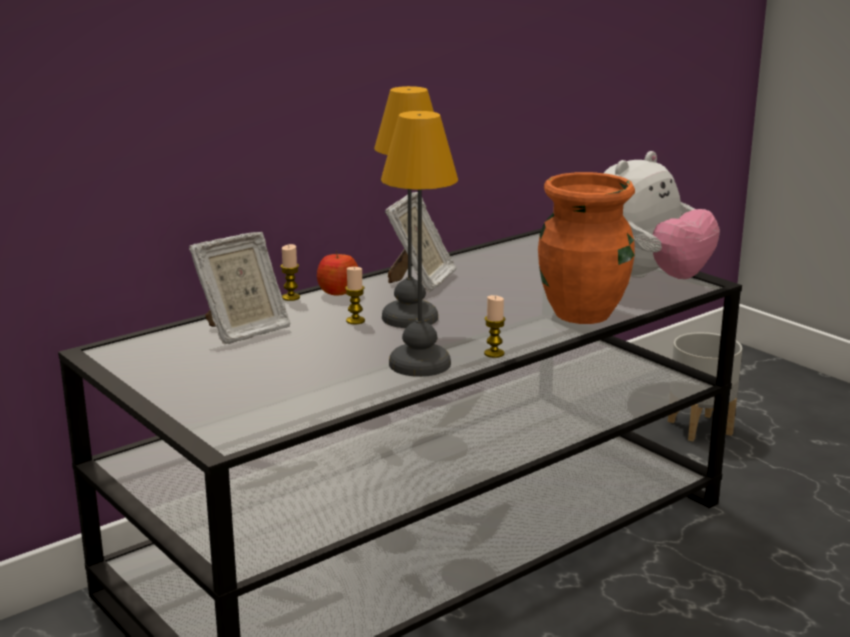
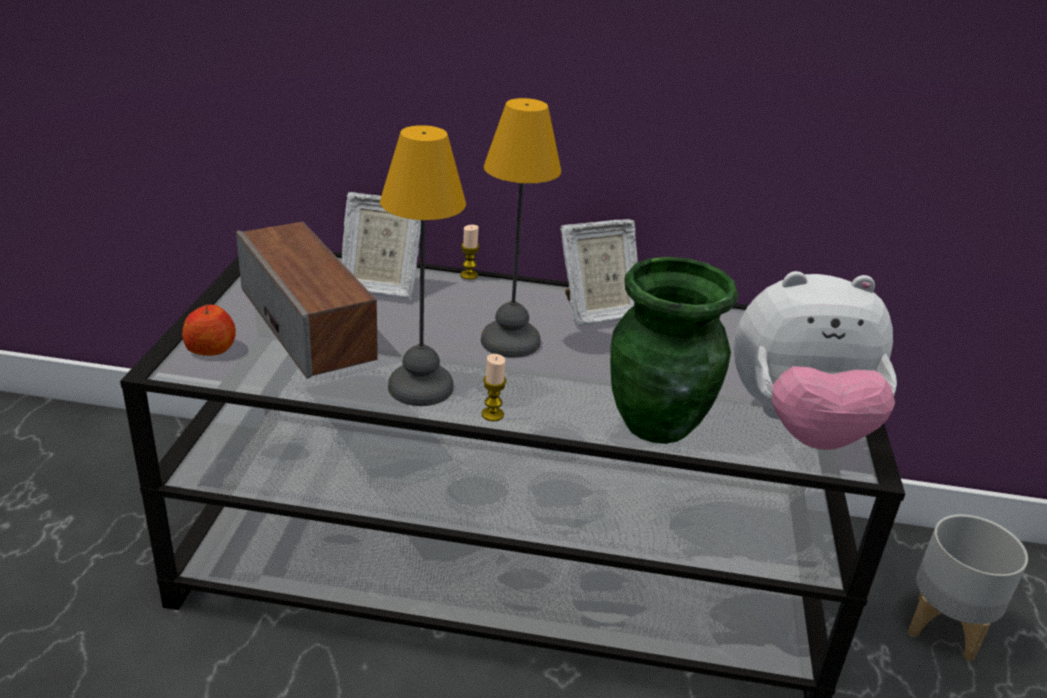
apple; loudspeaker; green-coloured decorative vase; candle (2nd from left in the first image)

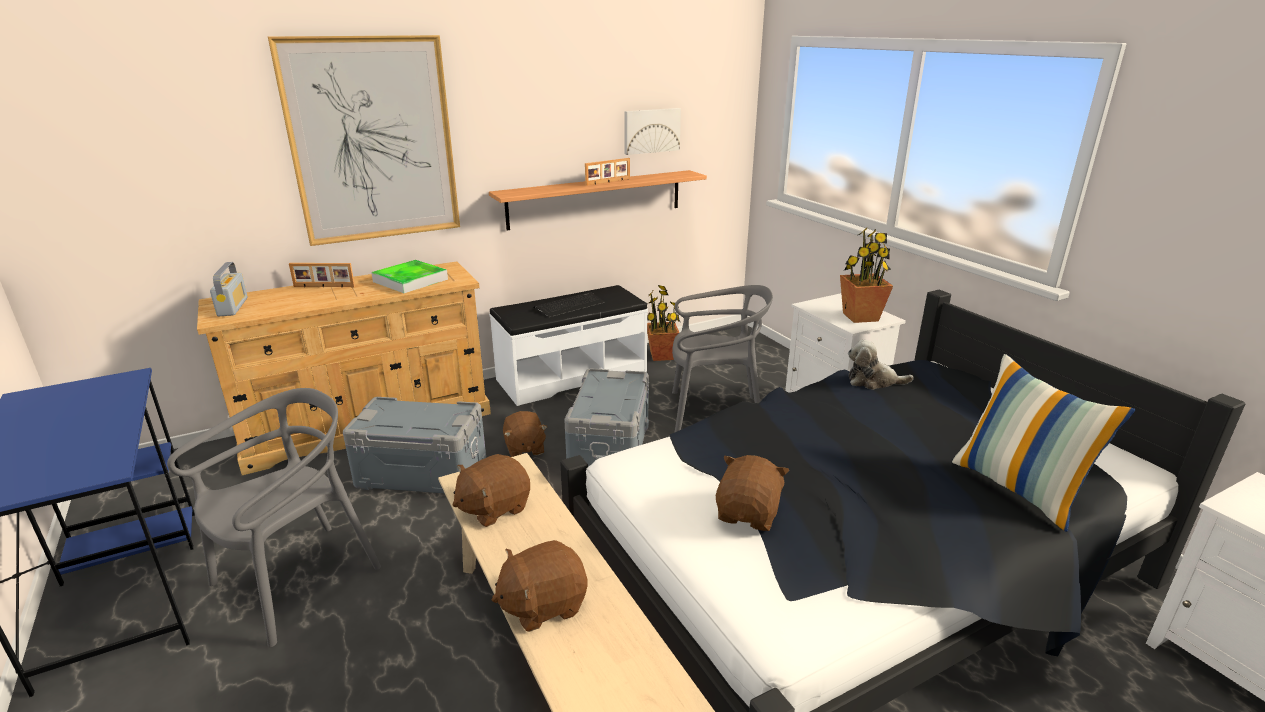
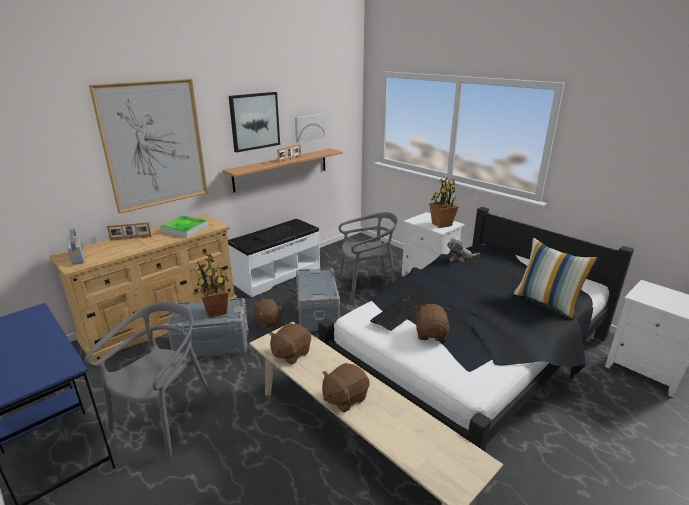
potted plant (1st from left); wall art (2nd from left); keyboard (2nd from left)

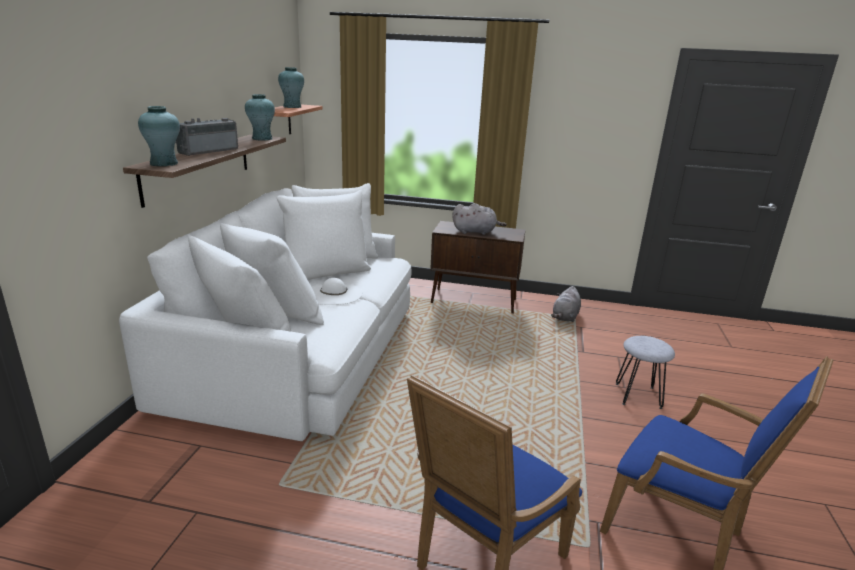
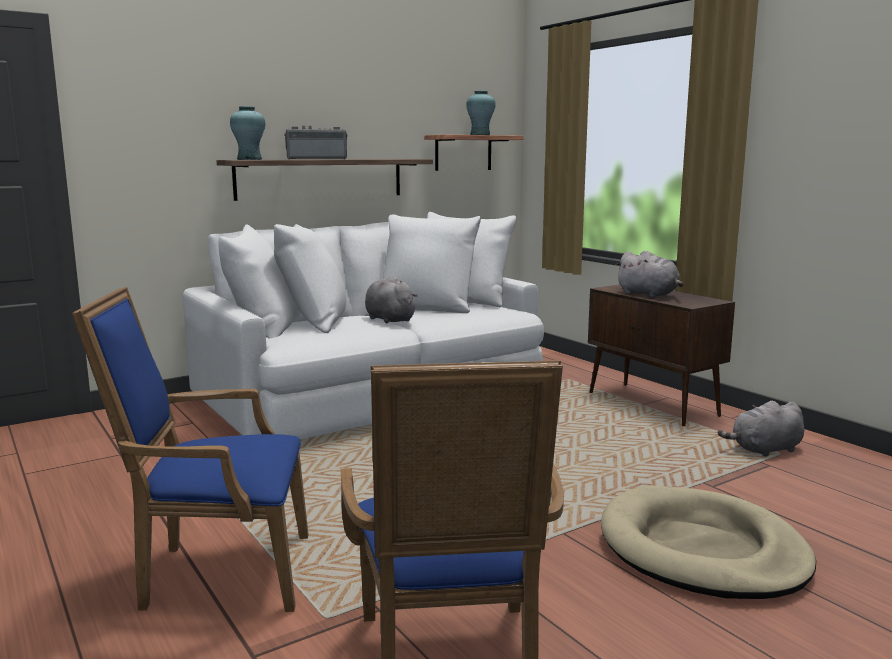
grey plush toy (1st from left); sand-coloured dog cushion; turquoise decorative vase (2nd from left in the first image)

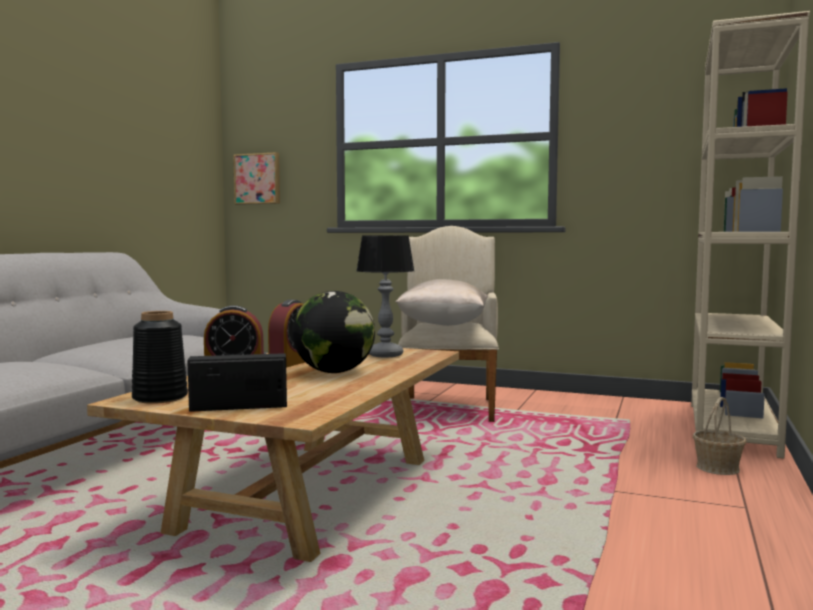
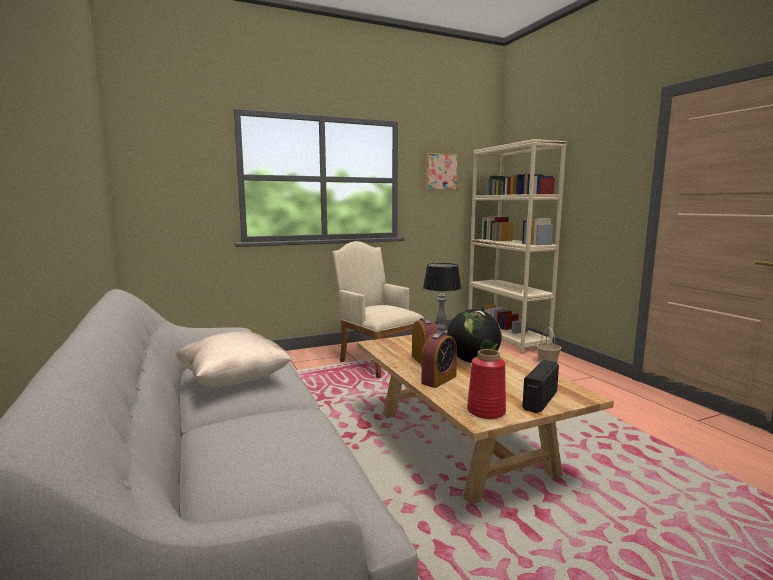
sand-coloured throw pillow; wall art; reddish decorative vase

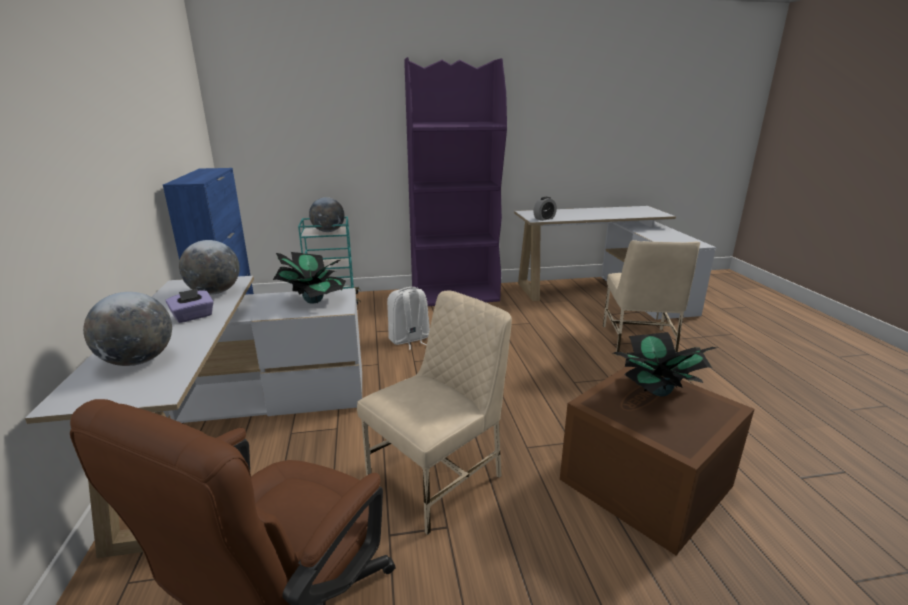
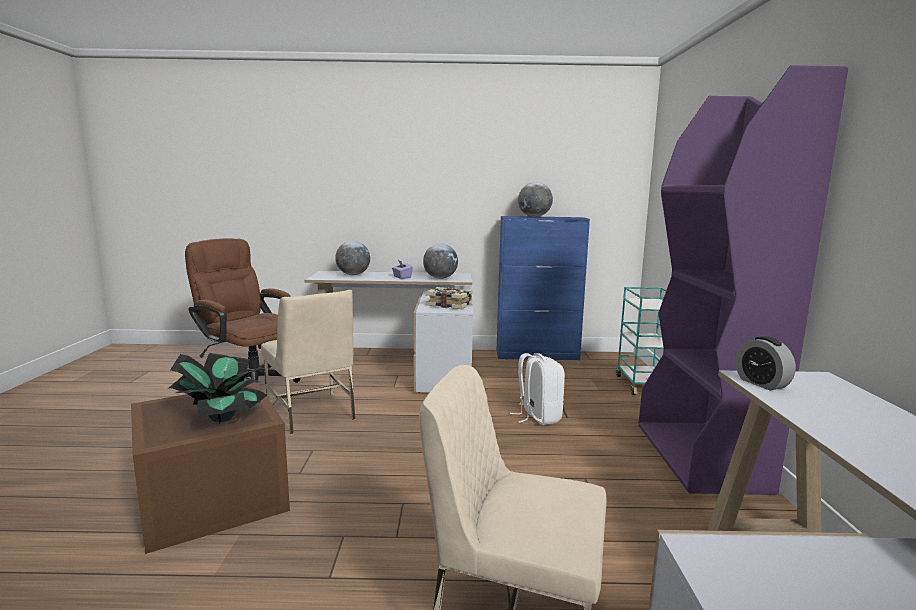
book; desk globe (3rd from left)

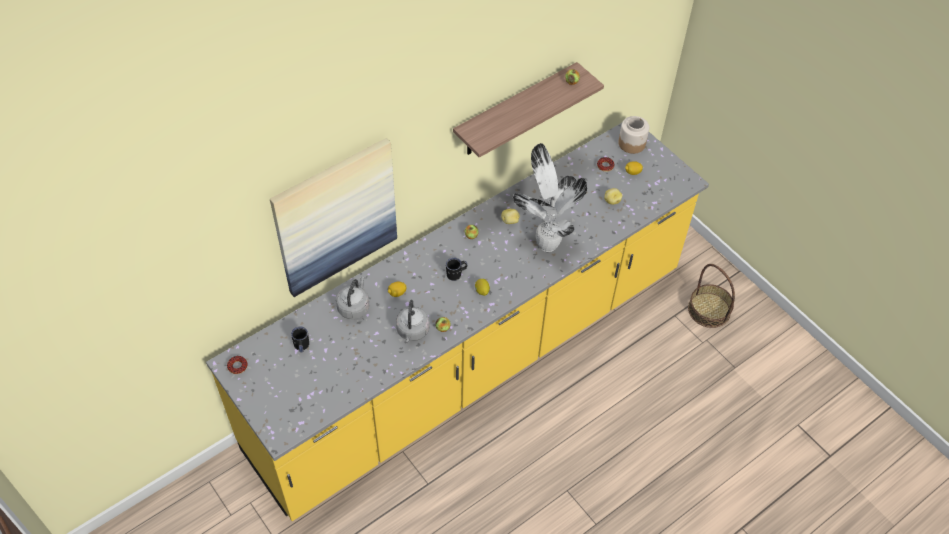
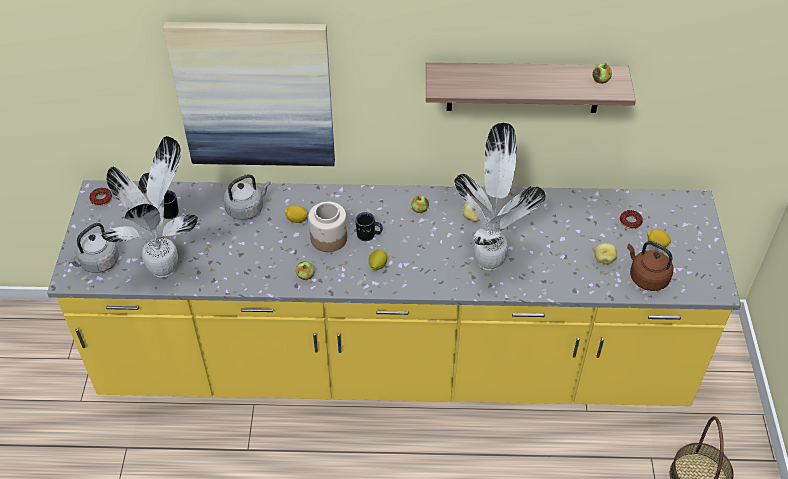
grey kettle (1st from left); potted plant (1st from left); storage jar; brown-coloured kettle

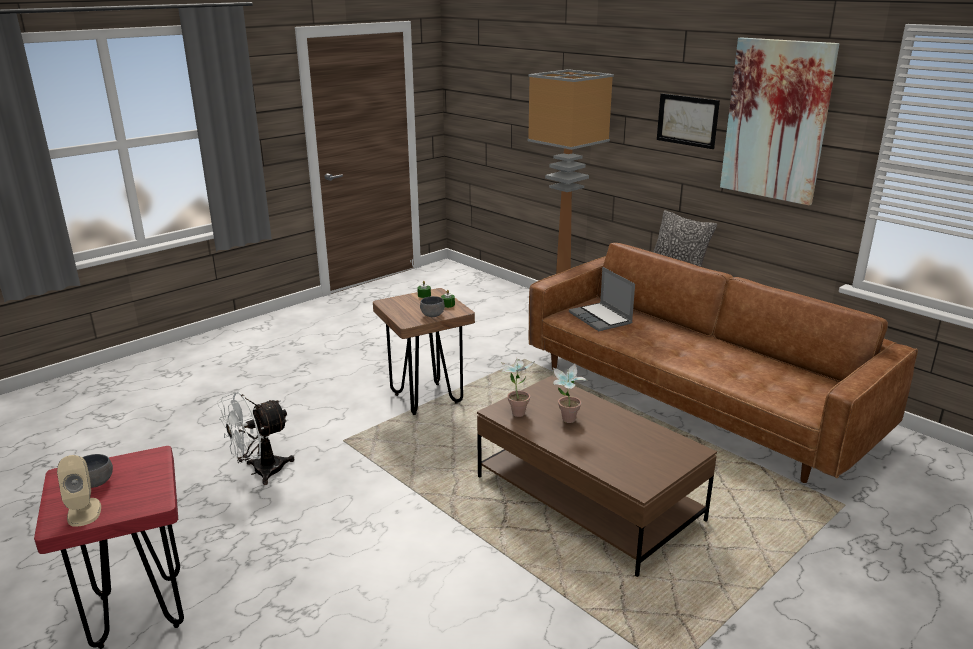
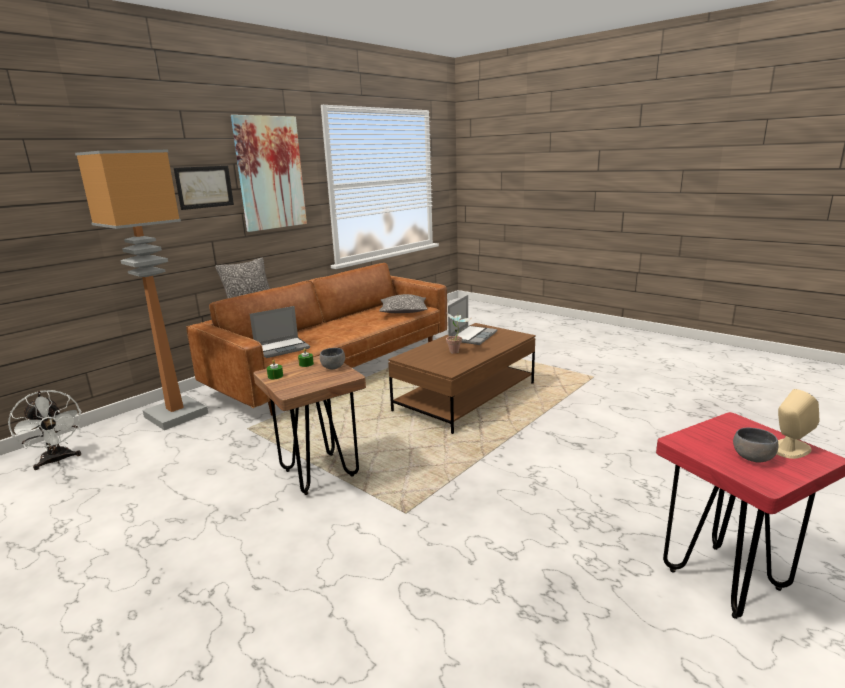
white fan; throw pillow (2nd from left); notebook computer (2nd from left); potted plant (1st from left in the first image)

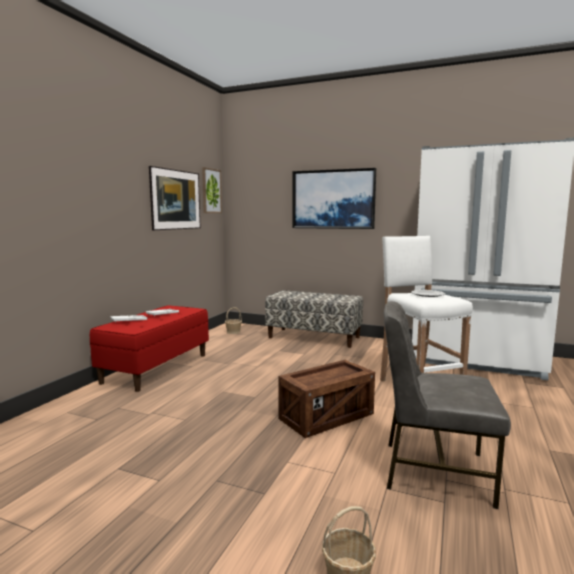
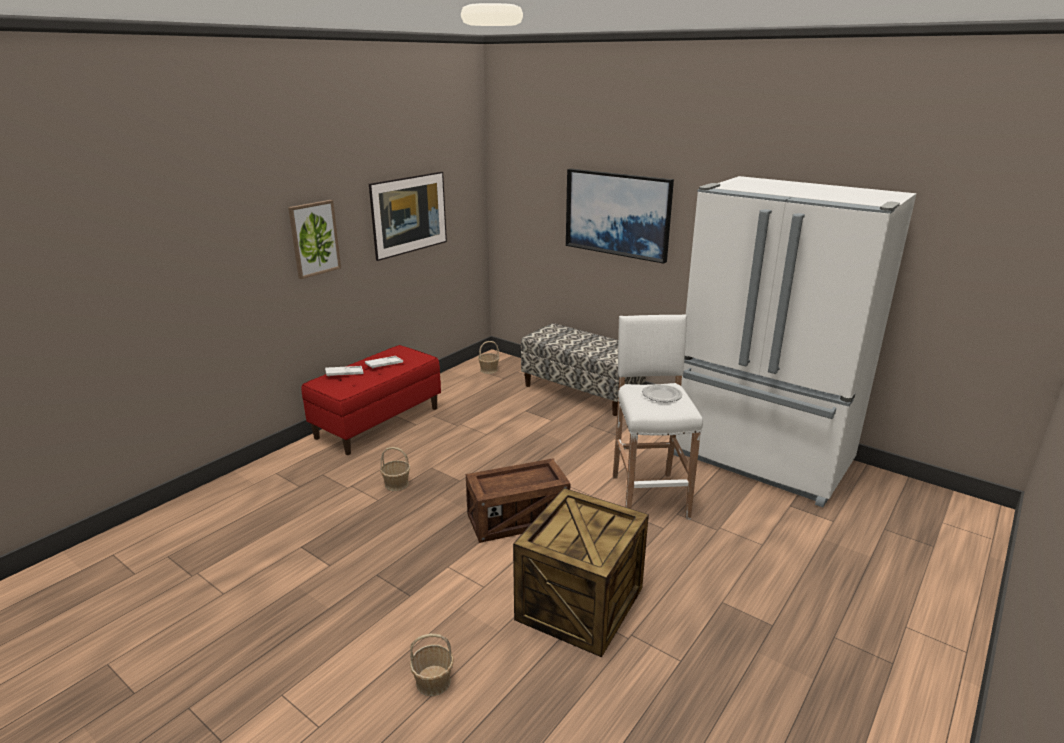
wall art (1st from left); basket (1st from left); crate (2nd from left)

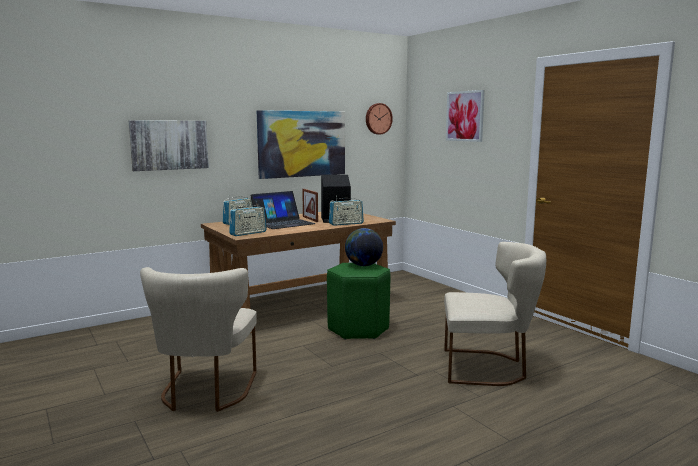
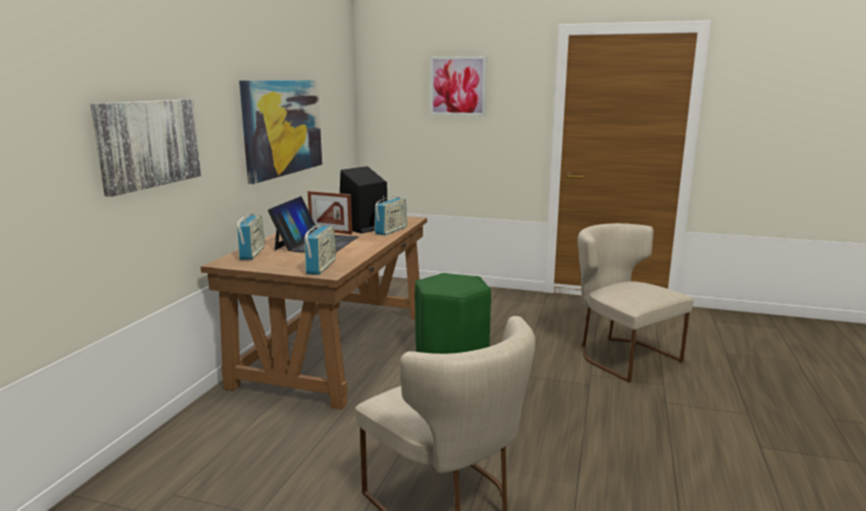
sand-coloured plain chair (2nd from left); desk globe; hanging clock

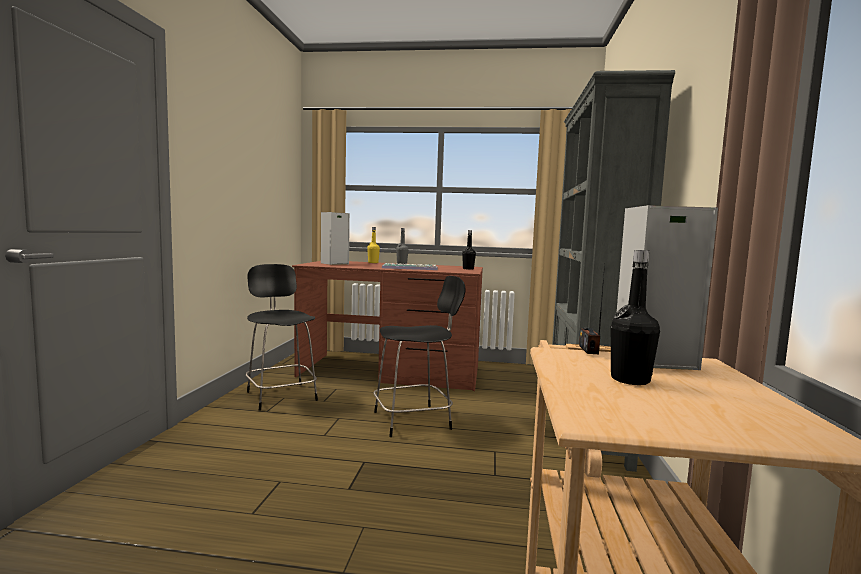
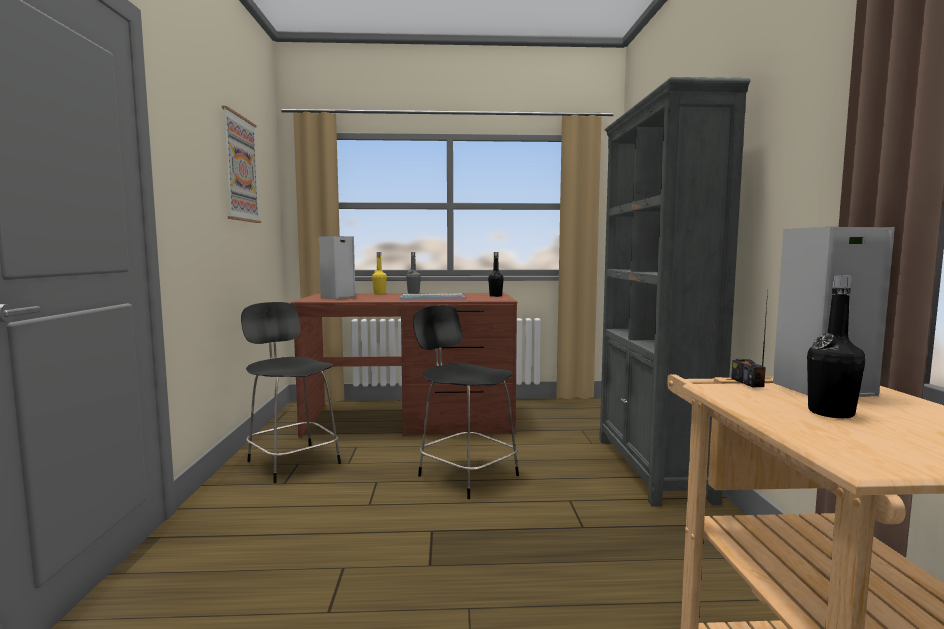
wall art; black plain chair (2nd from left)

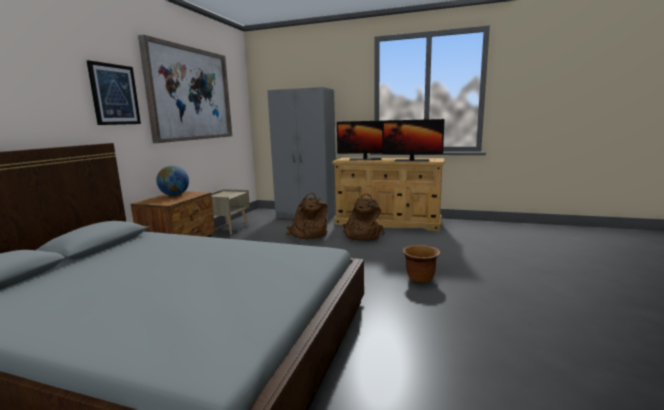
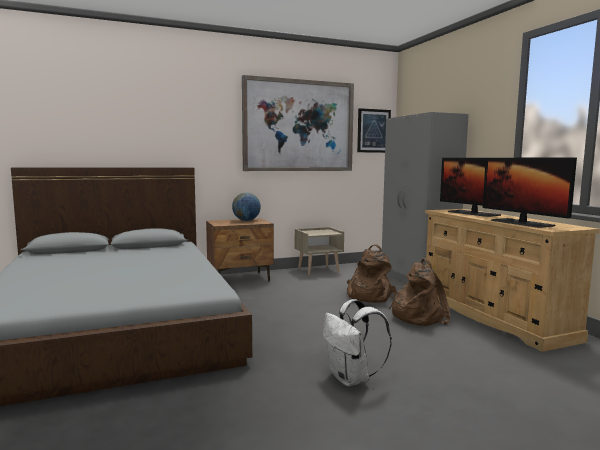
white knapsack; wall art (2nd from left)

